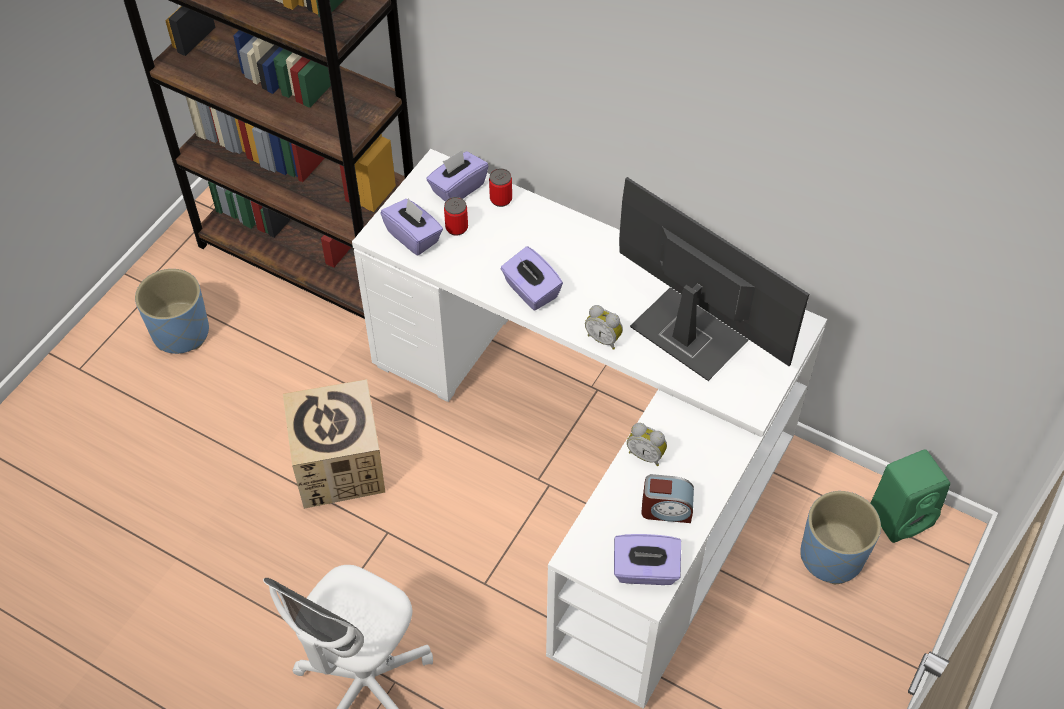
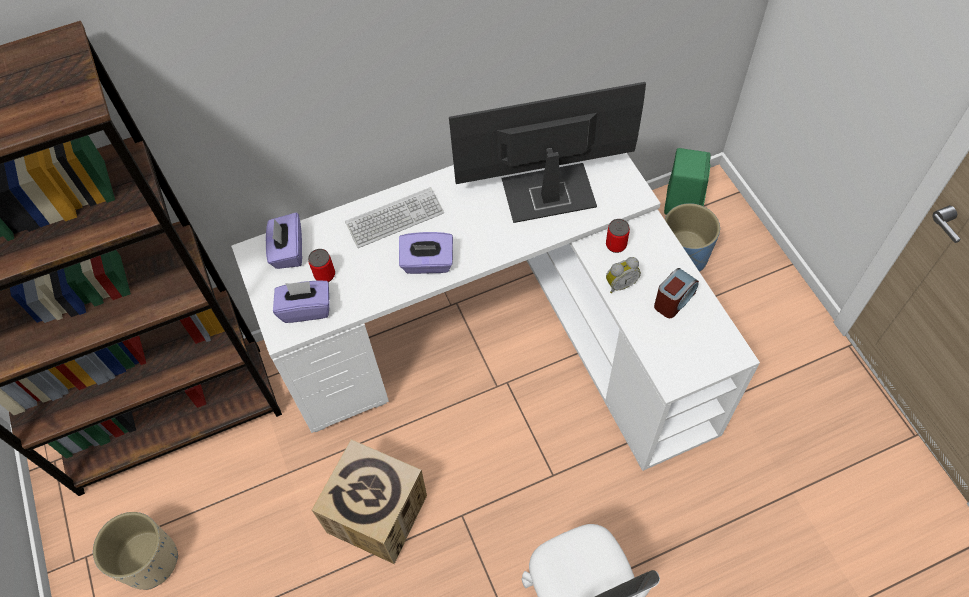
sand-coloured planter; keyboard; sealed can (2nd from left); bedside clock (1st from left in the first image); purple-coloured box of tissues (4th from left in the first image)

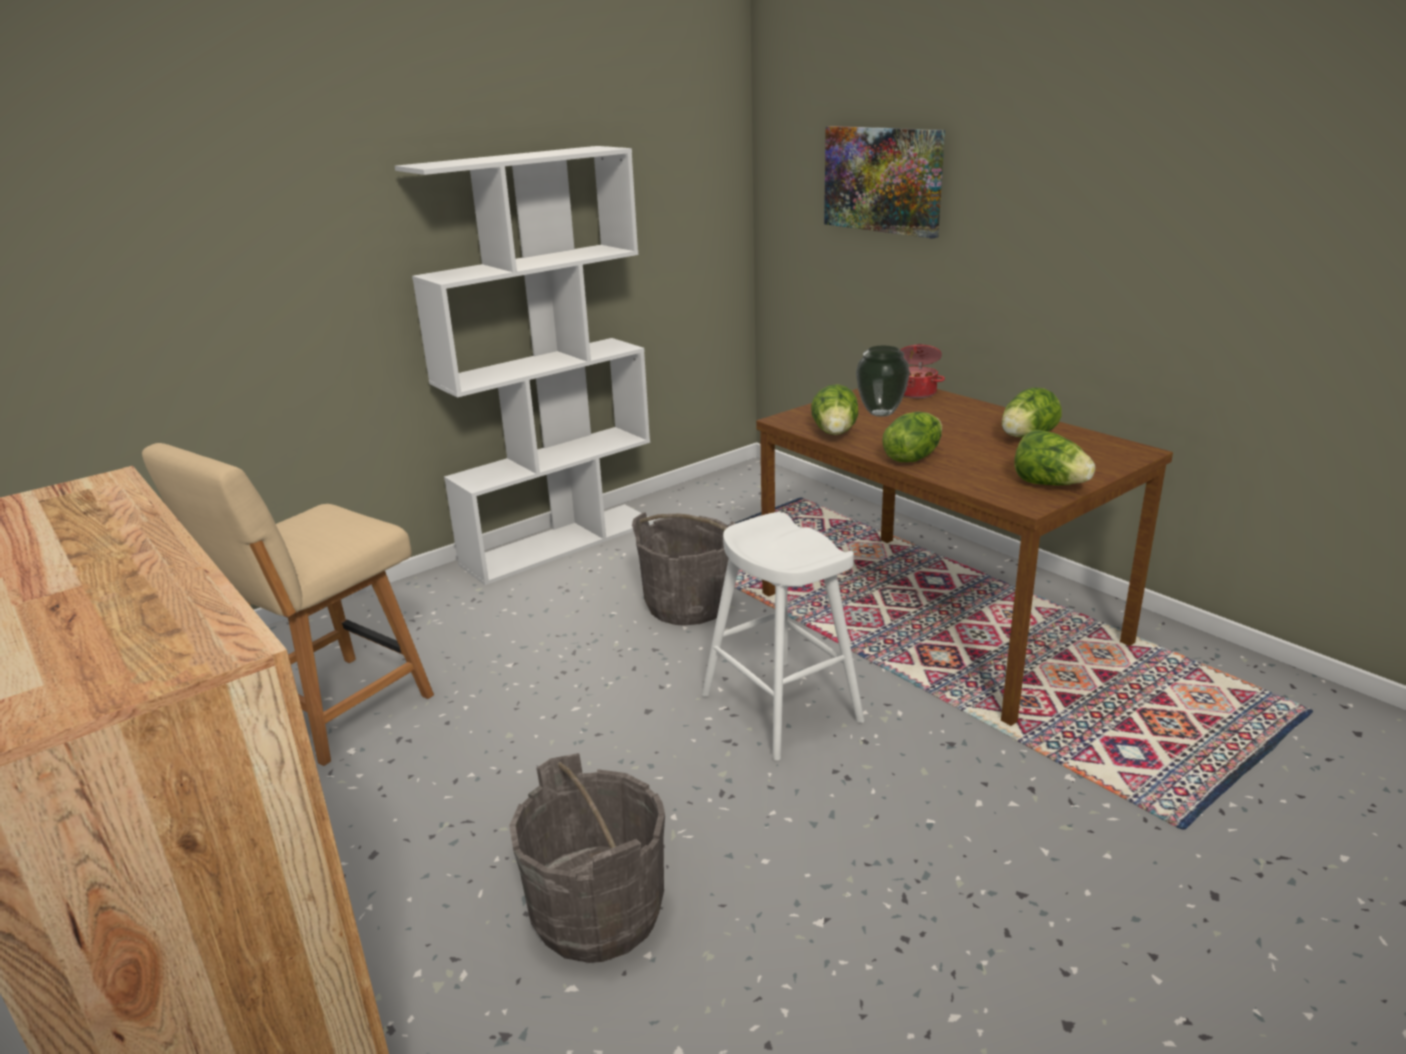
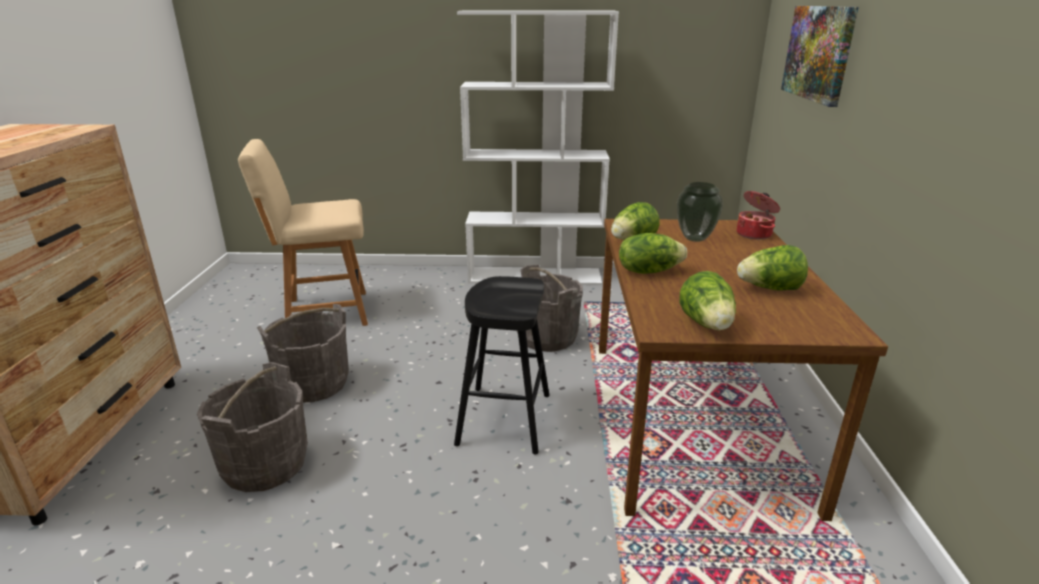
grey bucket (2nd from left); black stool seat

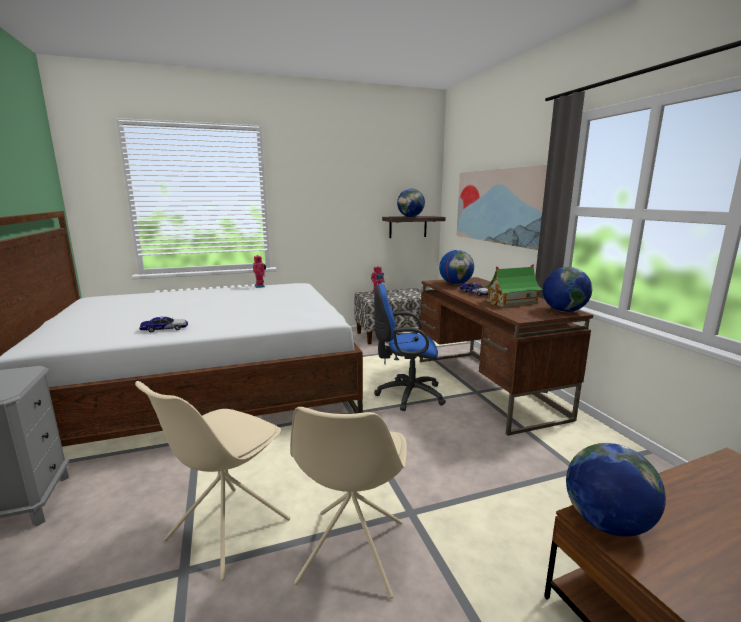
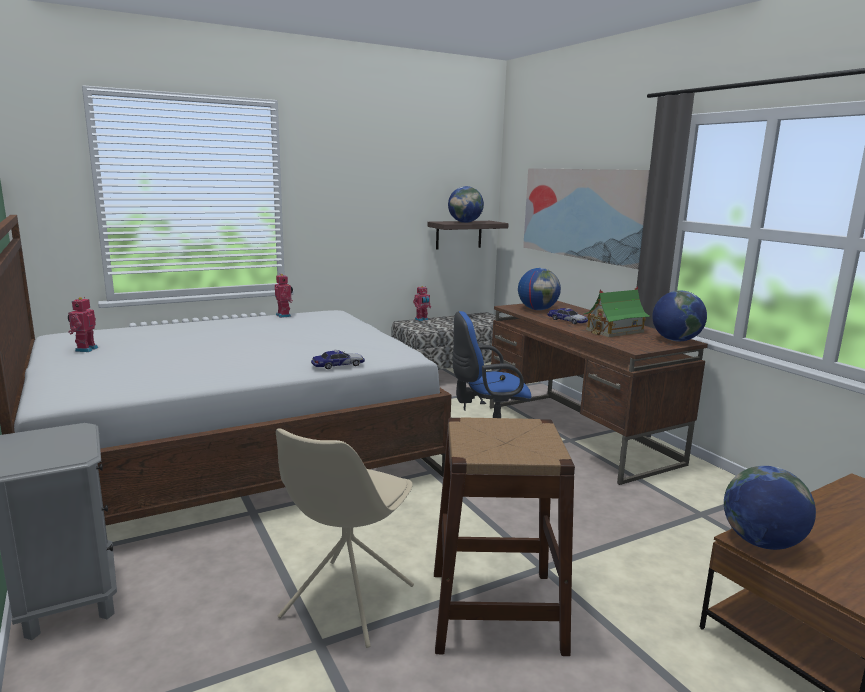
model robot (1st from left); toy car (1st from left); brown-coloured stool seat

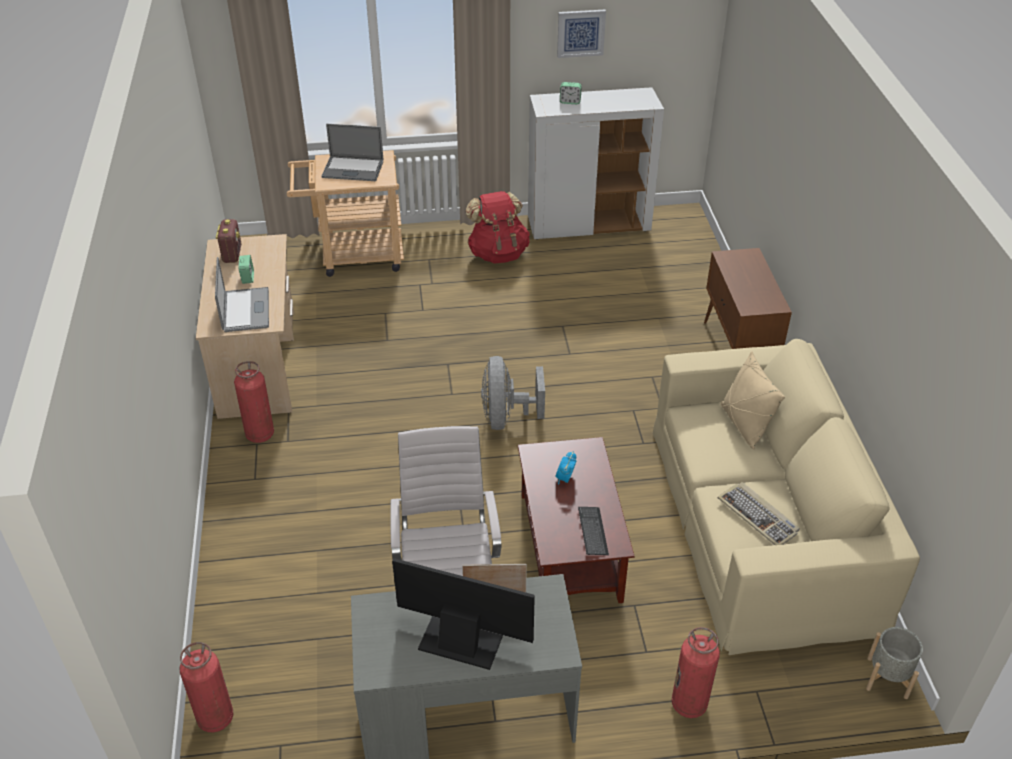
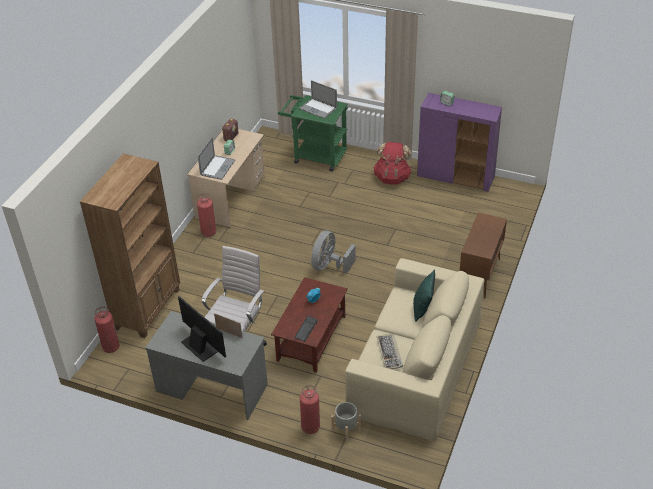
brown-coloured bookcase; green-coloured trolley; grey planter; green-coloured throw pillow; purple-coloured cabinet; wall art

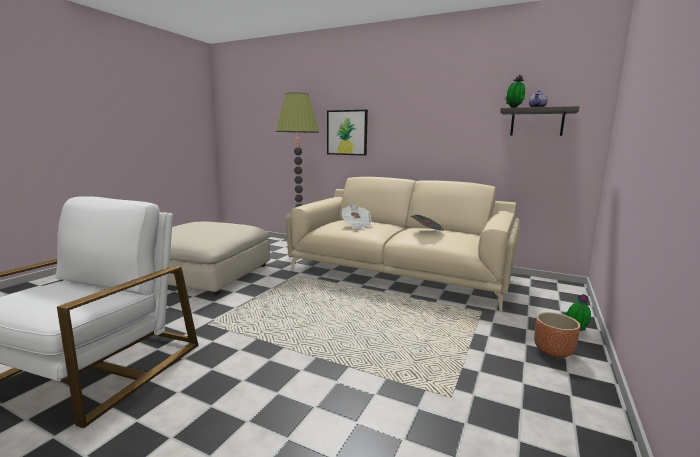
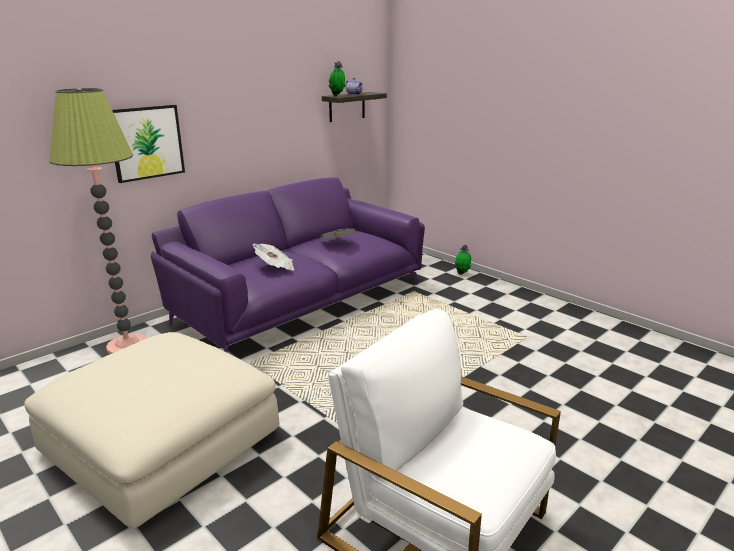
purple-coloured sofa; brown-coloured planter

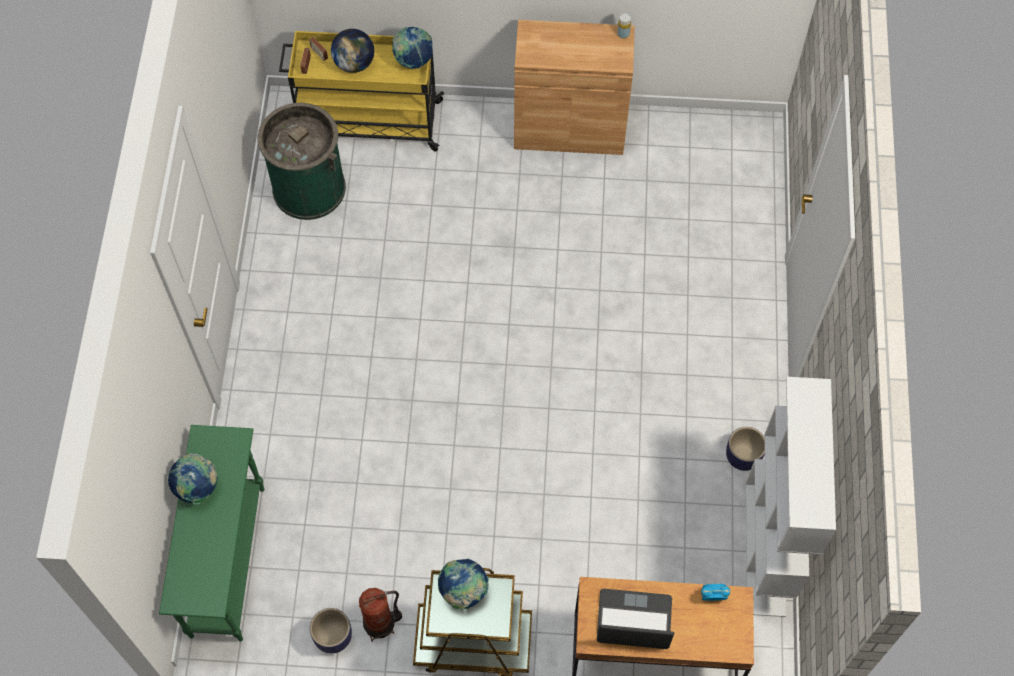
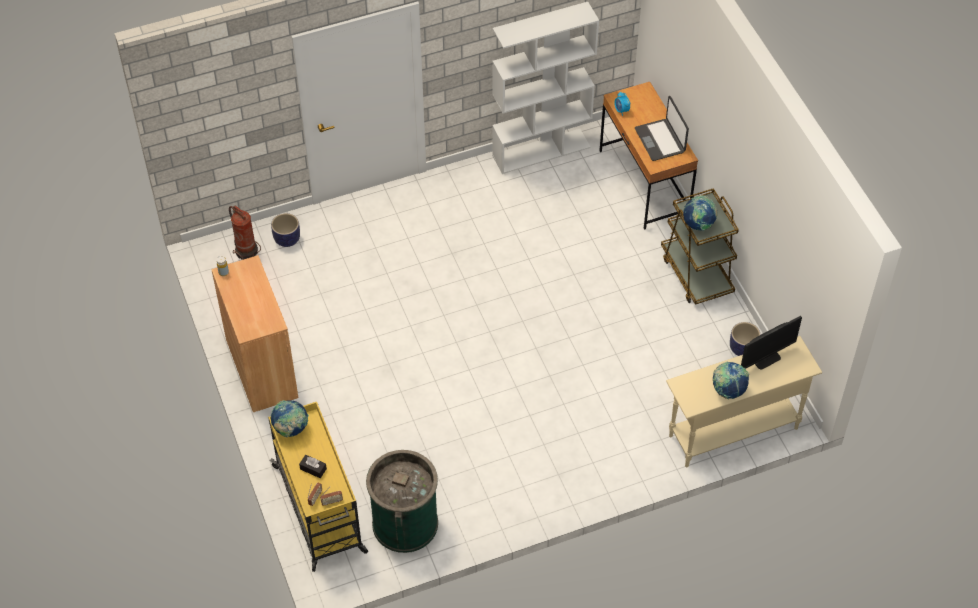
extinguisher; planter (1st from left); black box of tissues; sand-coloured narrow table; computer display

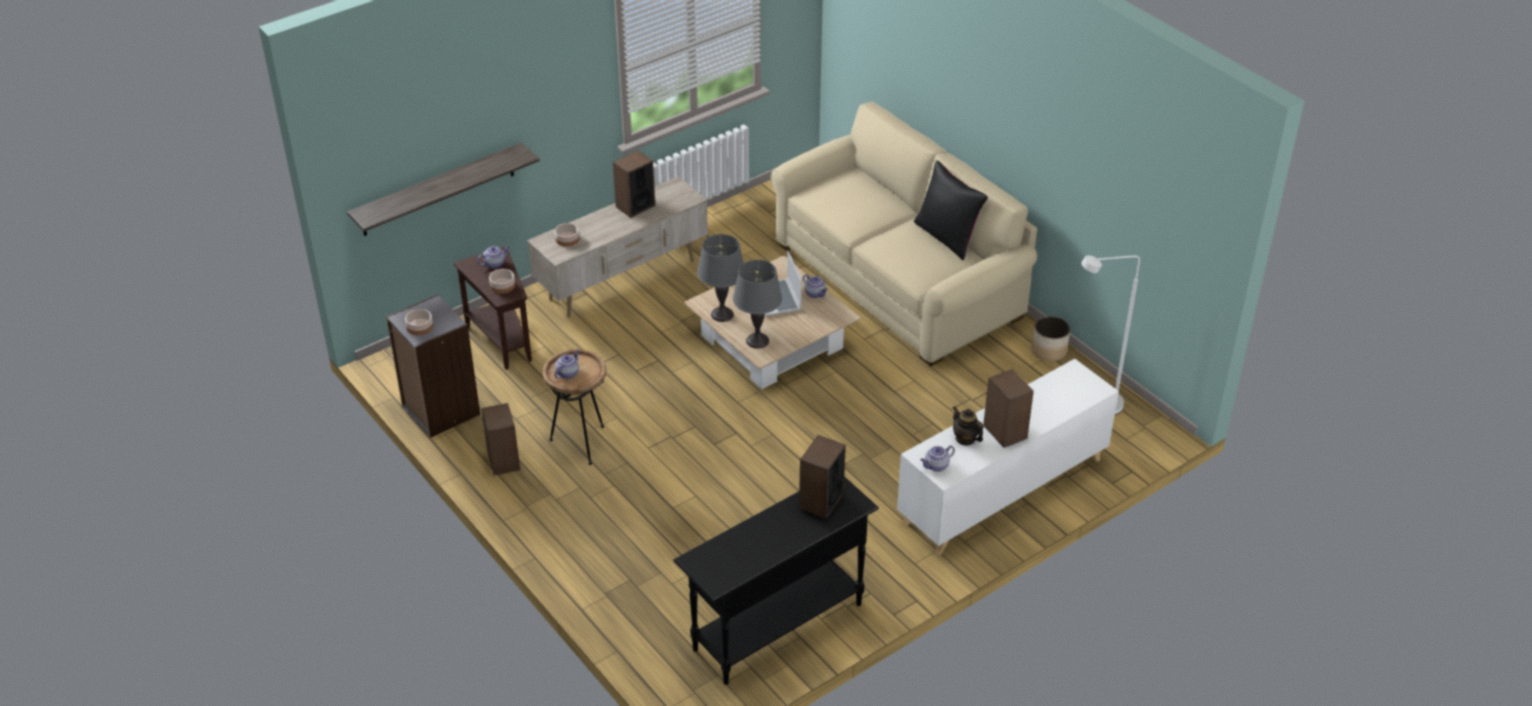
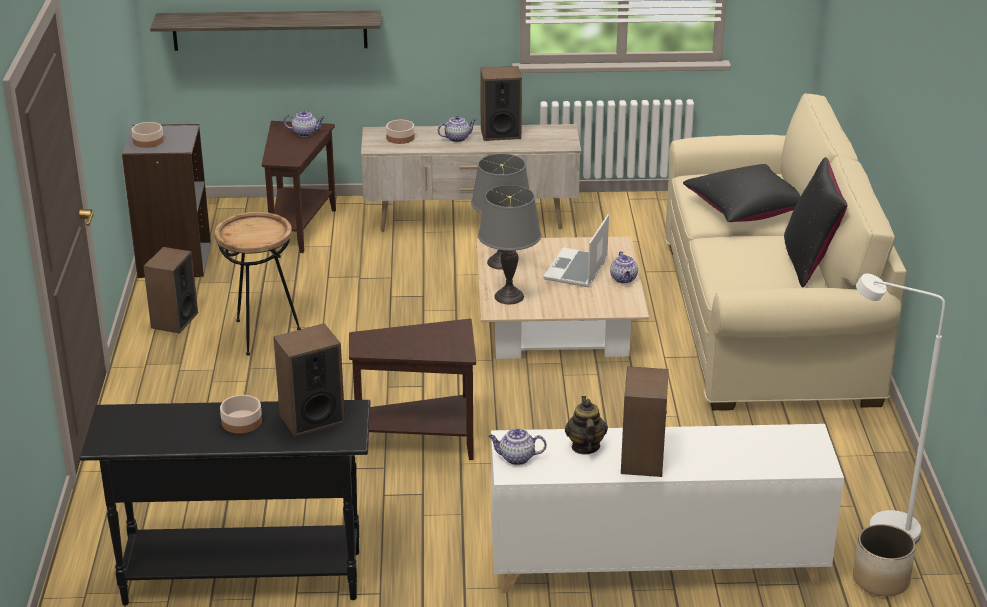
bowl (2nd from left); brown-coloured side table (3rd from left); pot for tea (2nd from left); black throw pillow (1st from left); planter

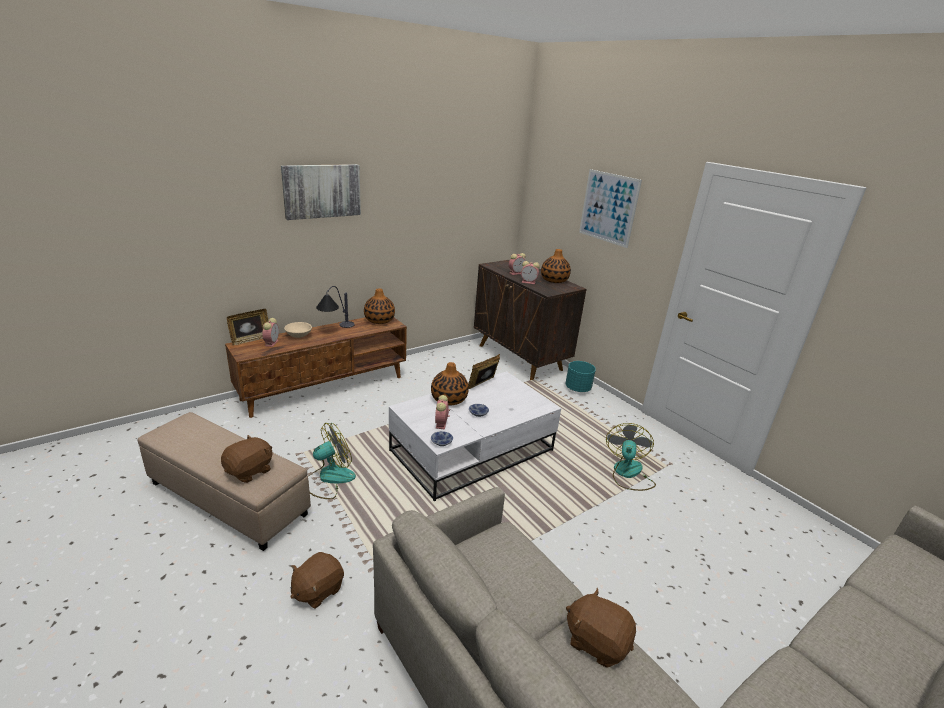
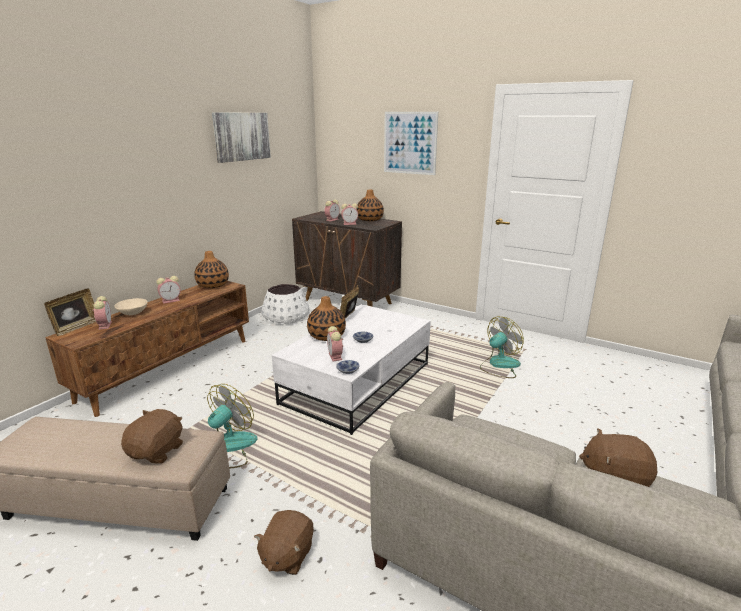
bedside clock (2nd from left); wall art (1st from left); white planter; fan (2nd from left); turquoise planter

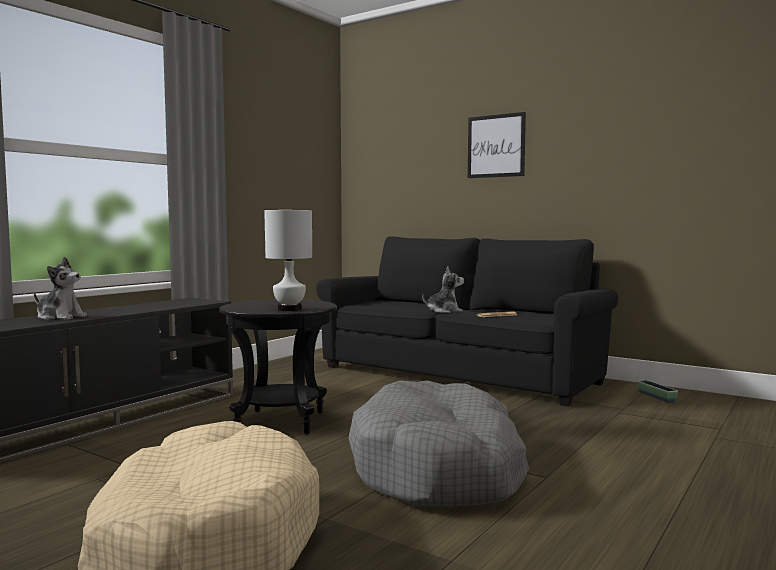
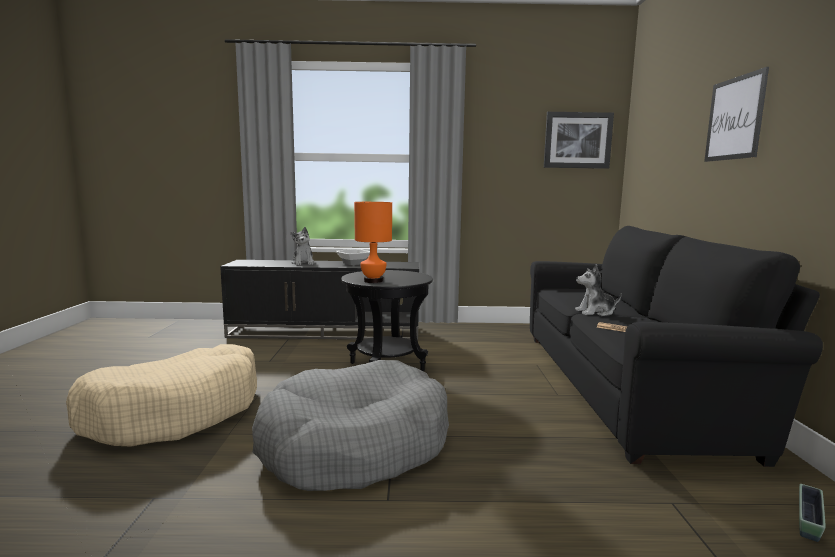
bowl; orange lamp for a table; wall art (1st from left); plush toy (2nd from left)

